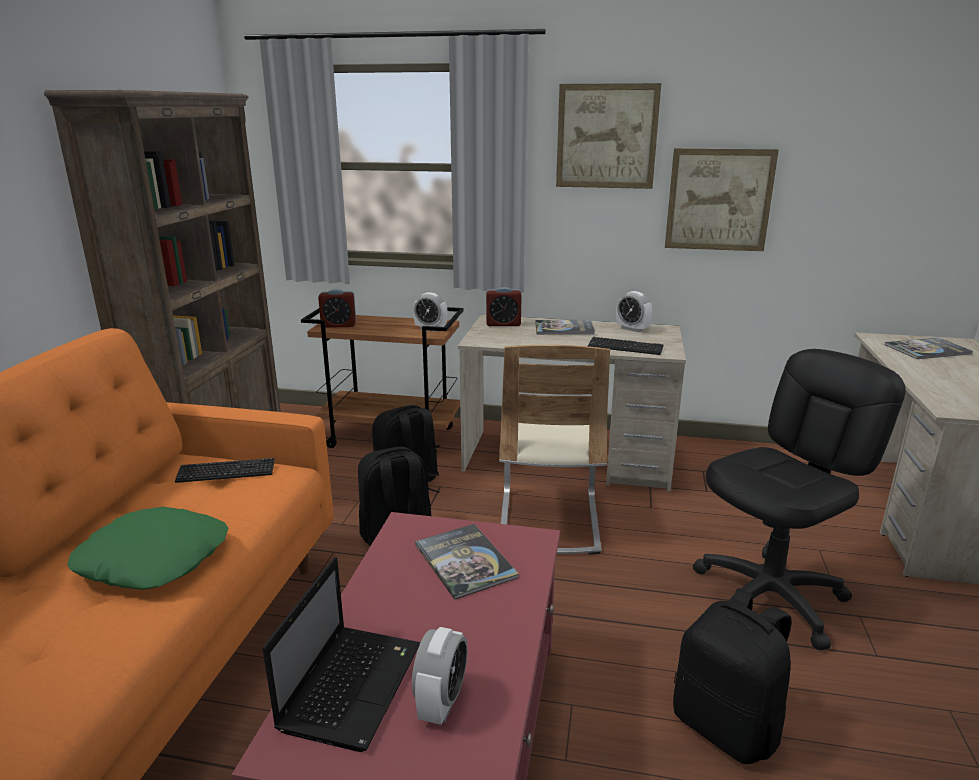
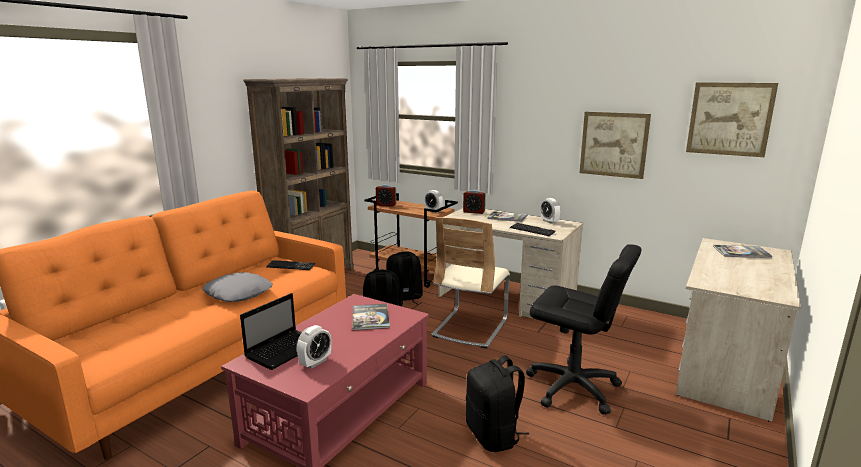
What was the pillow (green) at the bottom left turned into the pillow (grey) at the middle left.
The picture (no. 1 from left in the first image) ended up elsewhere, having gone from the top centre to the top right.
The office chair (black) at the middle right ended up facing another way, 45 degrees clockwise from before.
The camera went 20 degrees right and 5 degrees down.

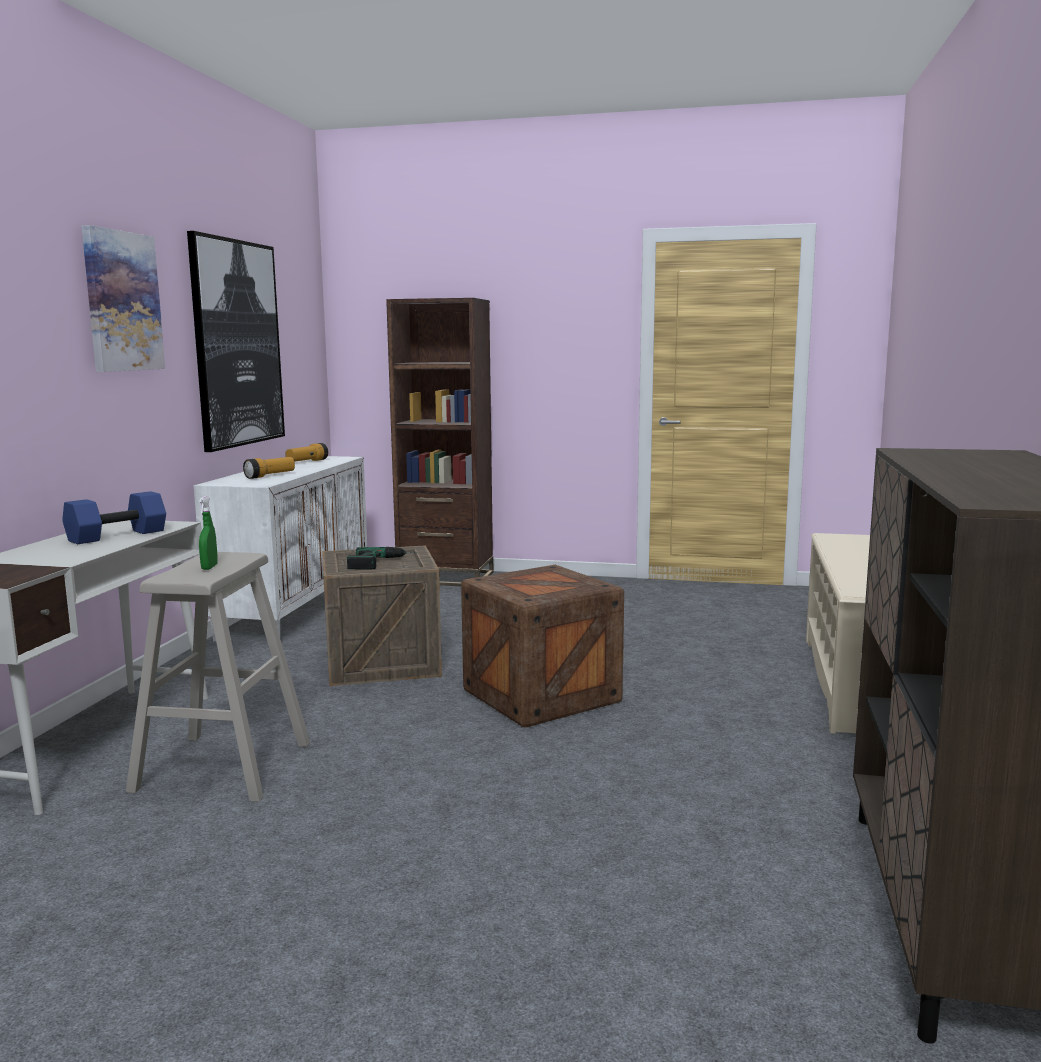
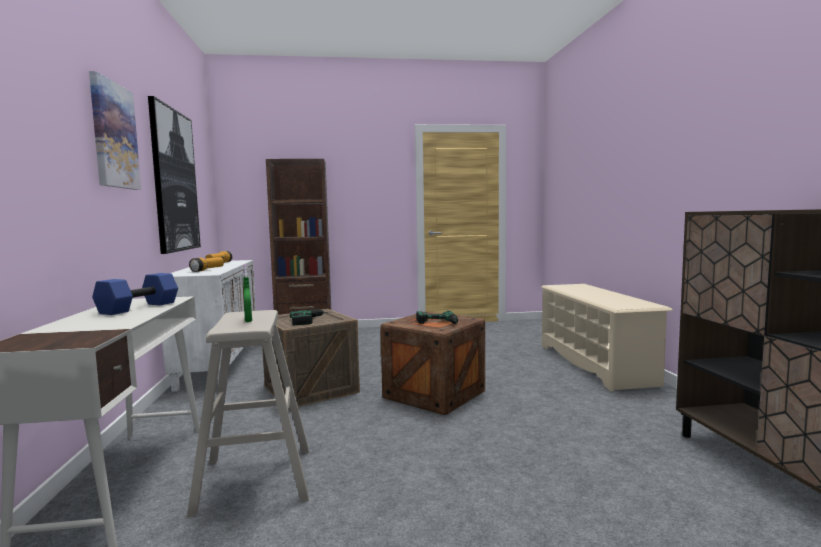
The second view gained the power drill (no. 2 from left) at the centre.
The camera went 20 degrees left and 5 degrees down.

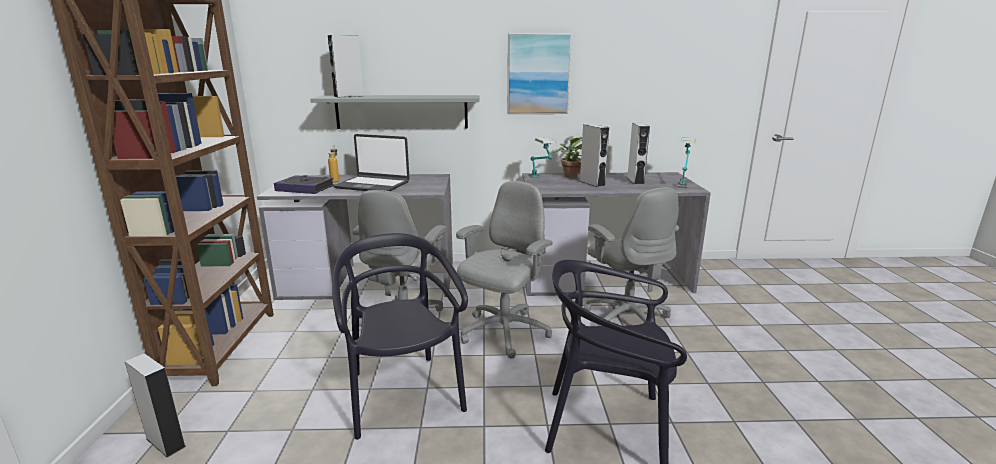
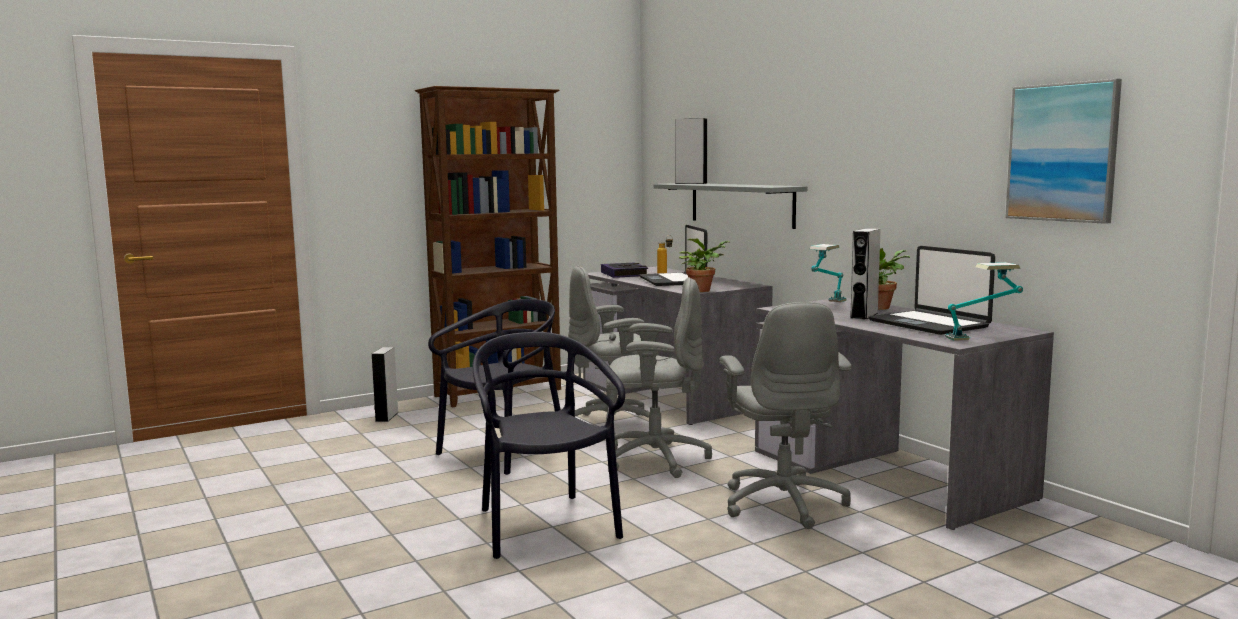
The picture ended up elsewhere, having gone from the top centre to the top right.
The office chair (grey) (no. 3 from left) at the centre ended up facing another way, 45 degrees counterclockwise from before.
Where the speaker (grey) (no. 4 from left) stood at the top centre, the laptop (no. 2 from left) came to stand at the middle right.
The second view gained the potted plant (no. 1 from left) at the centre.
The camera went 60 degrees right and 10 degrees down.

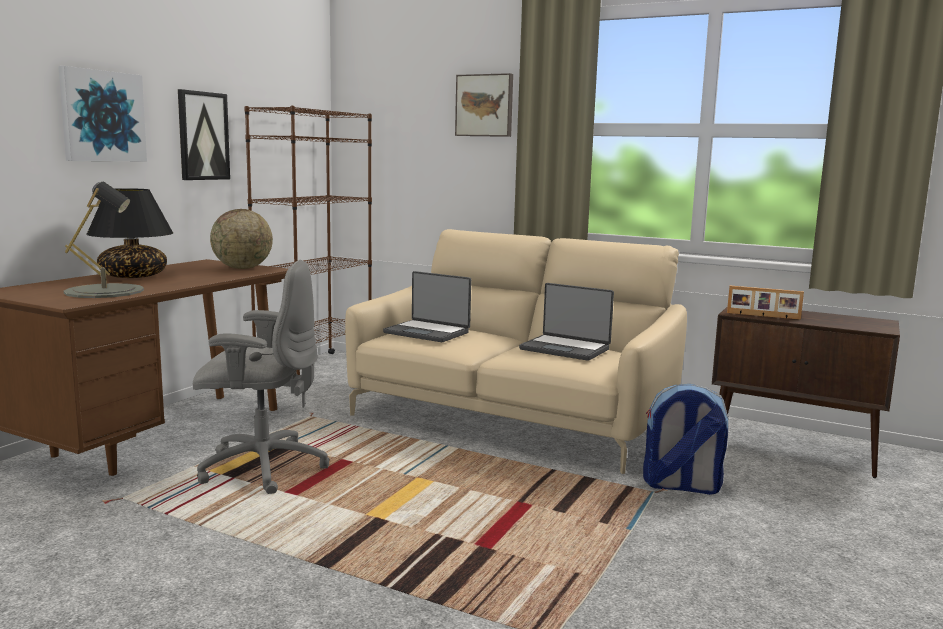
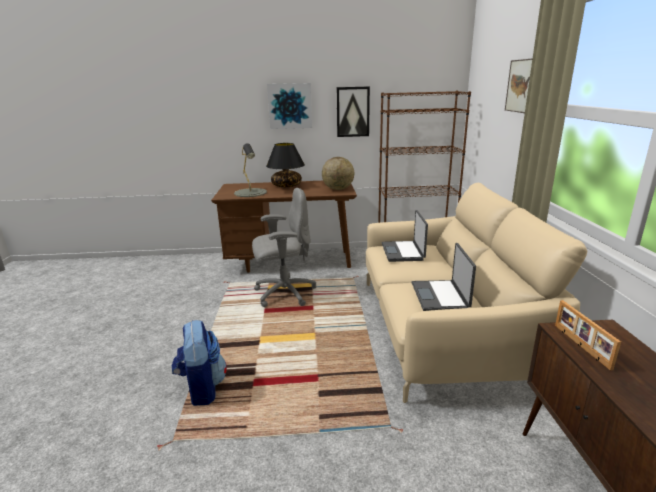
The office chair (grey) at the middle left ended up facing another way, 75 degrees counterclockwise from before.
The backpack ended up elsewhere, having gone from the bottom right to the bottom left.
The camera went 60 degrees right and 10 degrees up.

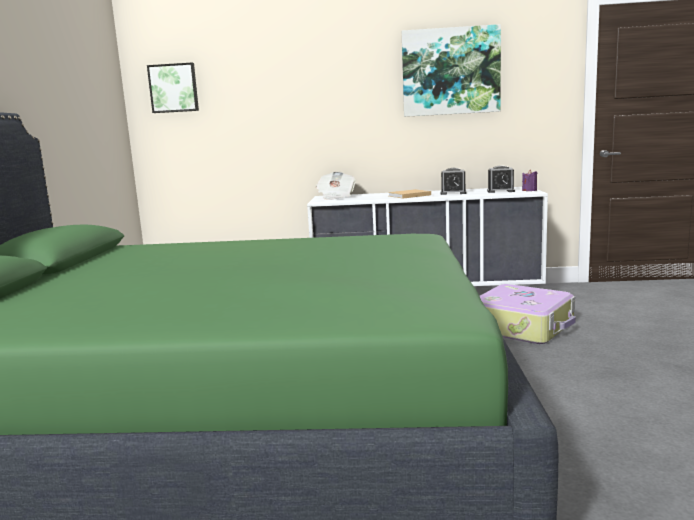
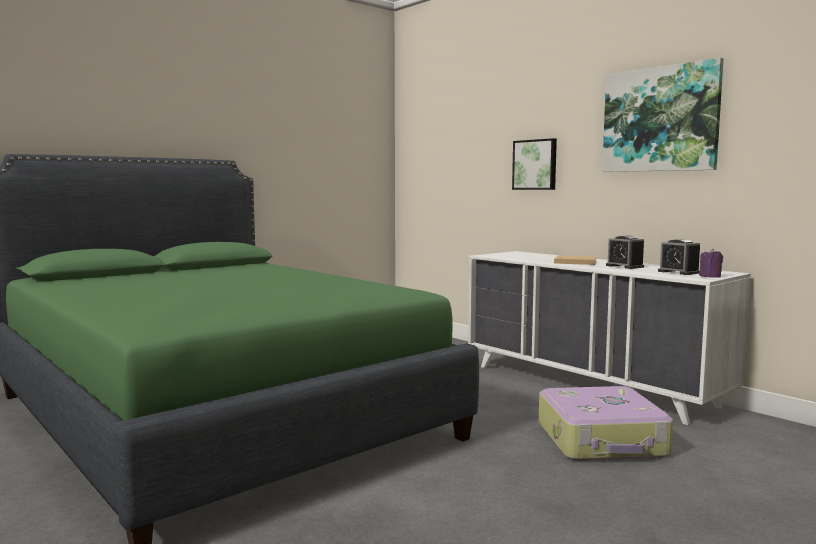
The picture (no. 1 from left) ended up elsewhere, having gone from the top left to the top centre.
The second view lost the newspaper at the centre.
The camera went 45 degrees right and 5 degrees down.

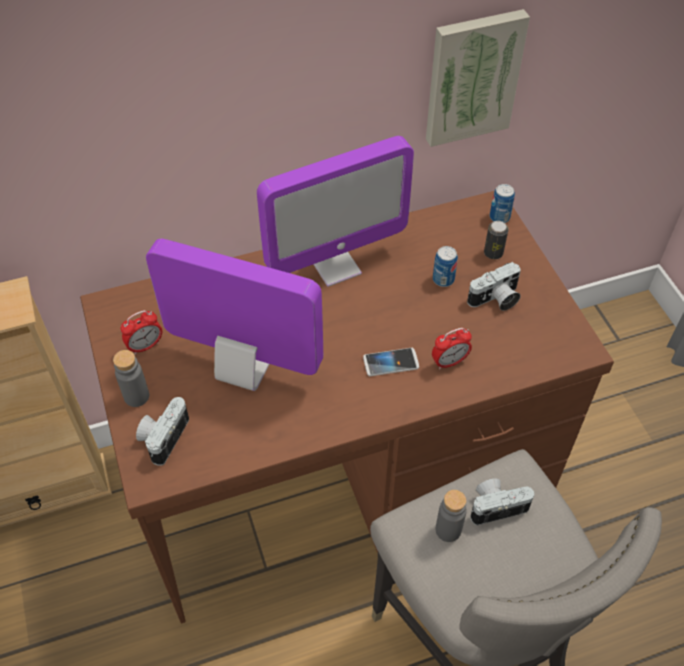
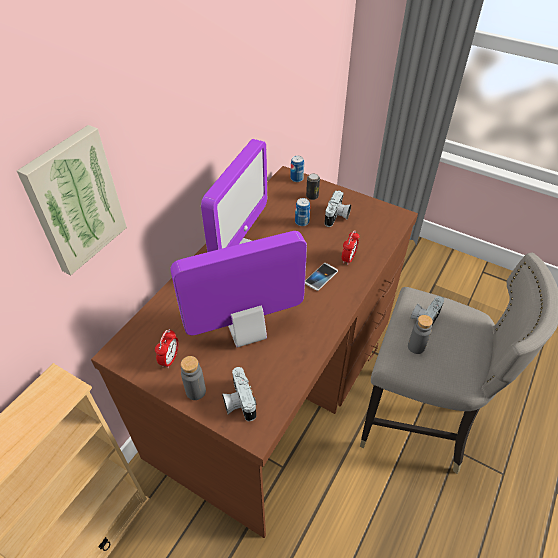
The picture ended up elsewhere, having gone from the top right to the middle left.
The camera went 40 degrees left and 5 degrees down.

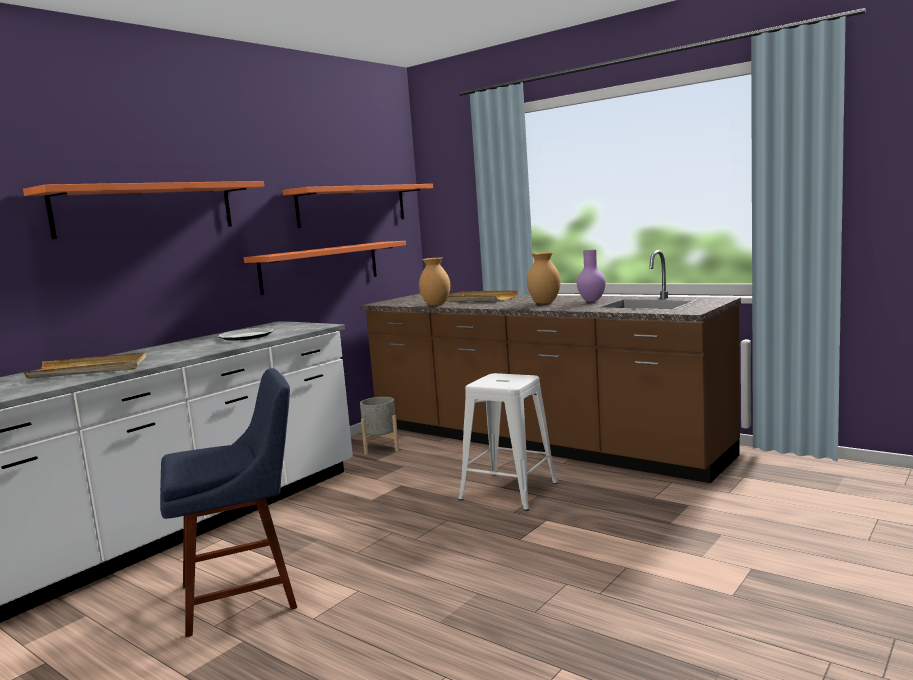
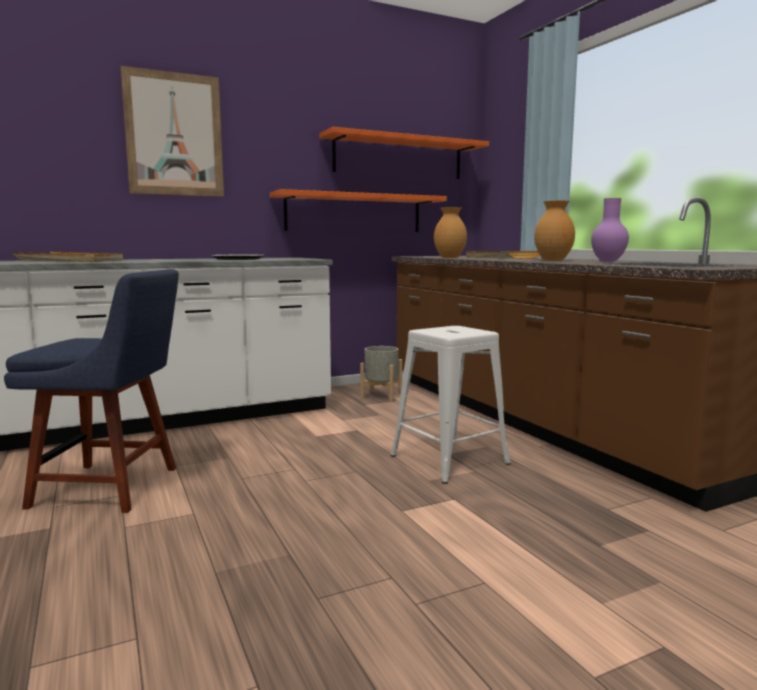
Where the shelf (orange) (no. 1 from left) hung at the top left, the picture came to hang at the top left.
The camera went 25 degrees right and 0 degrees up.

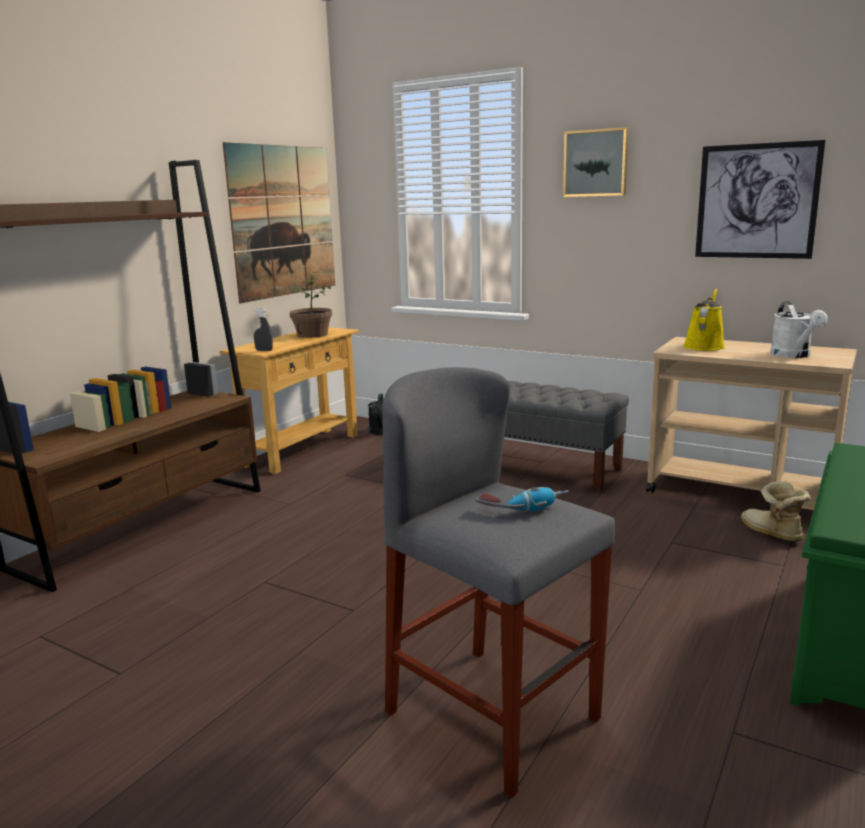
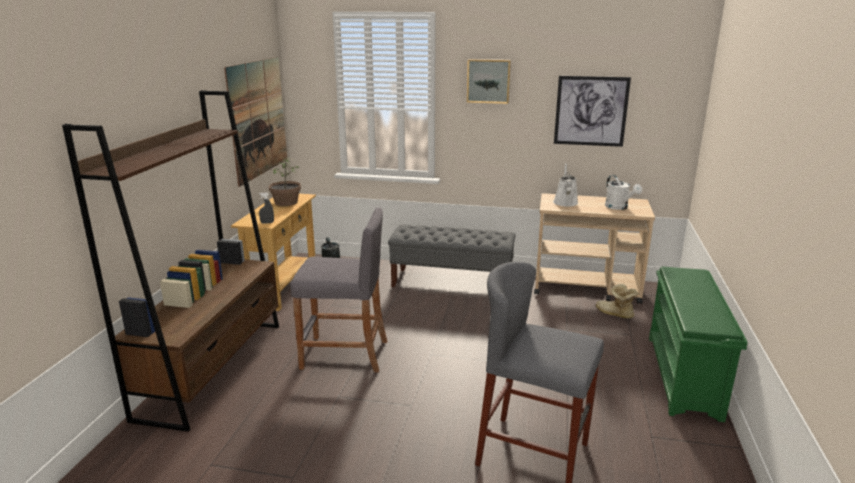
The second view lost the power drill at the centre.
What was the watering can (yellow) at the middle right turned into the watering can (white) (no. 1 from left) at the centre.
The second view gained the stool (grey) (no. 1 from left) at the centre.
The camera went 20 degrees left and 5 degrees up.

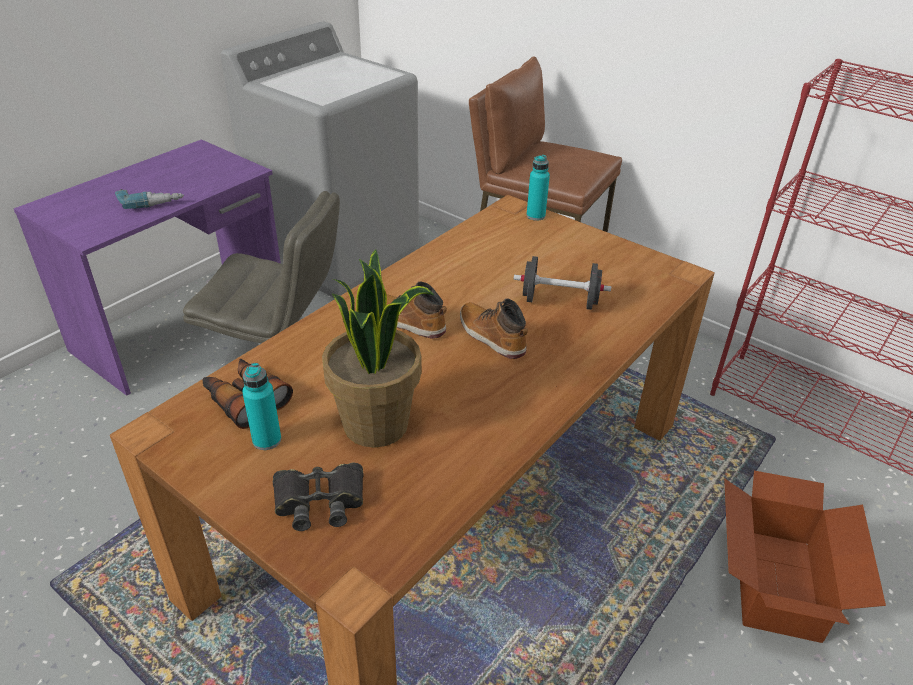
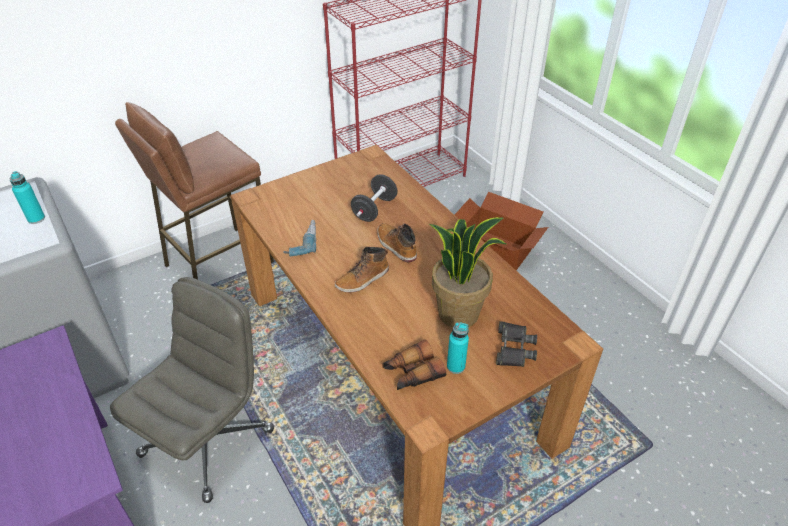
The power drill ended up elsewhere, having gone from the top left to the centre.
The boot (no. 2 from left) at the centre ended up facing another way, 75 degrees clockwise from before.
The bottle (turquoise) (no. 2 from left in the first image) ended up elsewhere, having gone from the top centre to the middle left.
The camera went 70 degrees left and 5 degrees up.

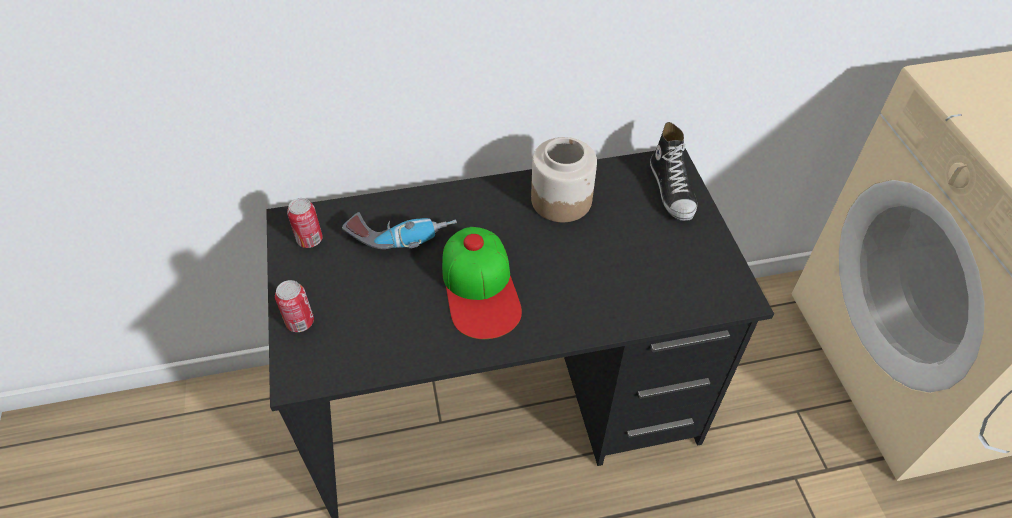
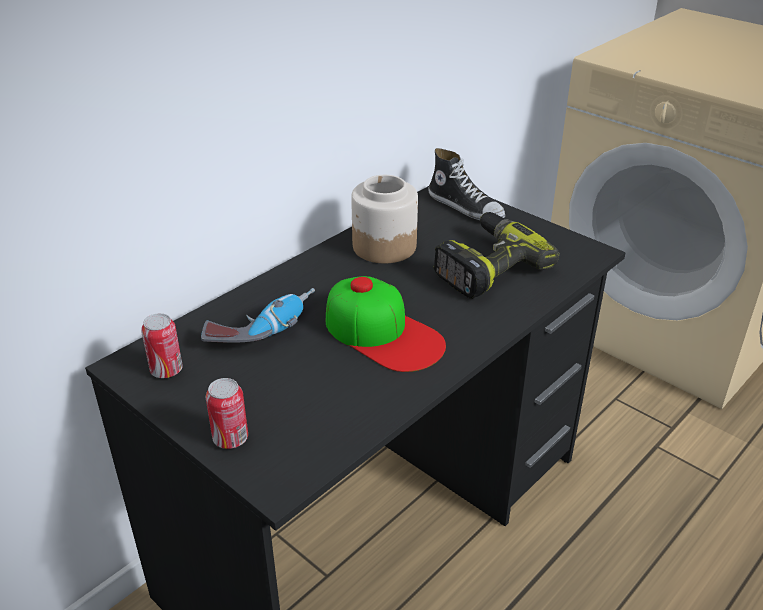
The second view gained the power drill (no. 2 from left) at the centre.
The camera went 35 degrees left and 15 degrees down.

